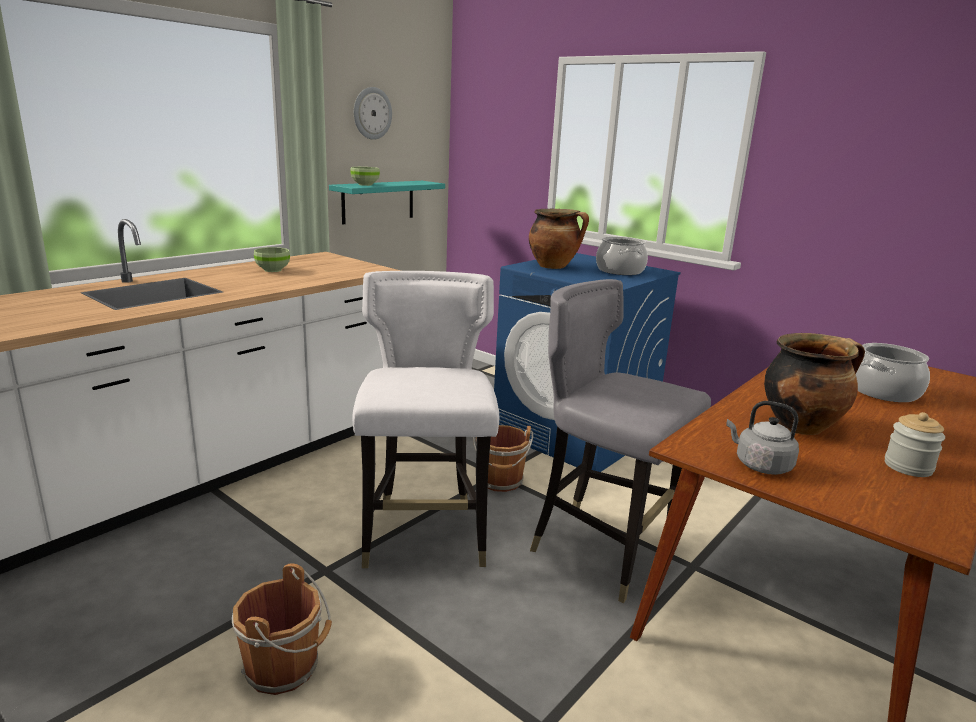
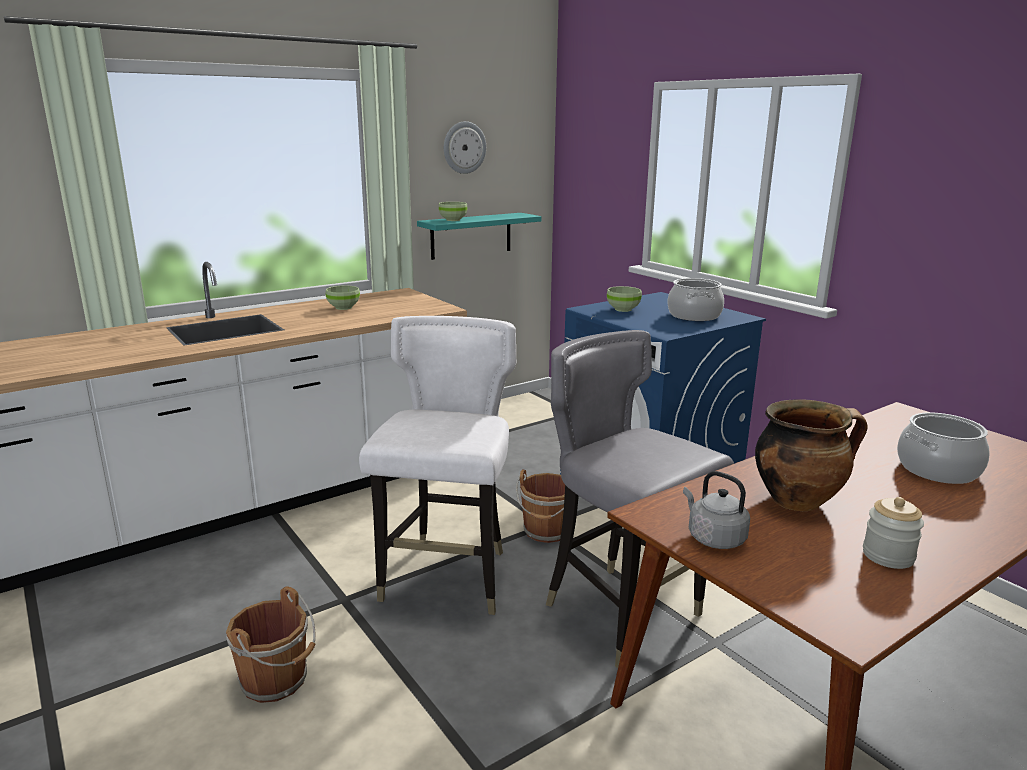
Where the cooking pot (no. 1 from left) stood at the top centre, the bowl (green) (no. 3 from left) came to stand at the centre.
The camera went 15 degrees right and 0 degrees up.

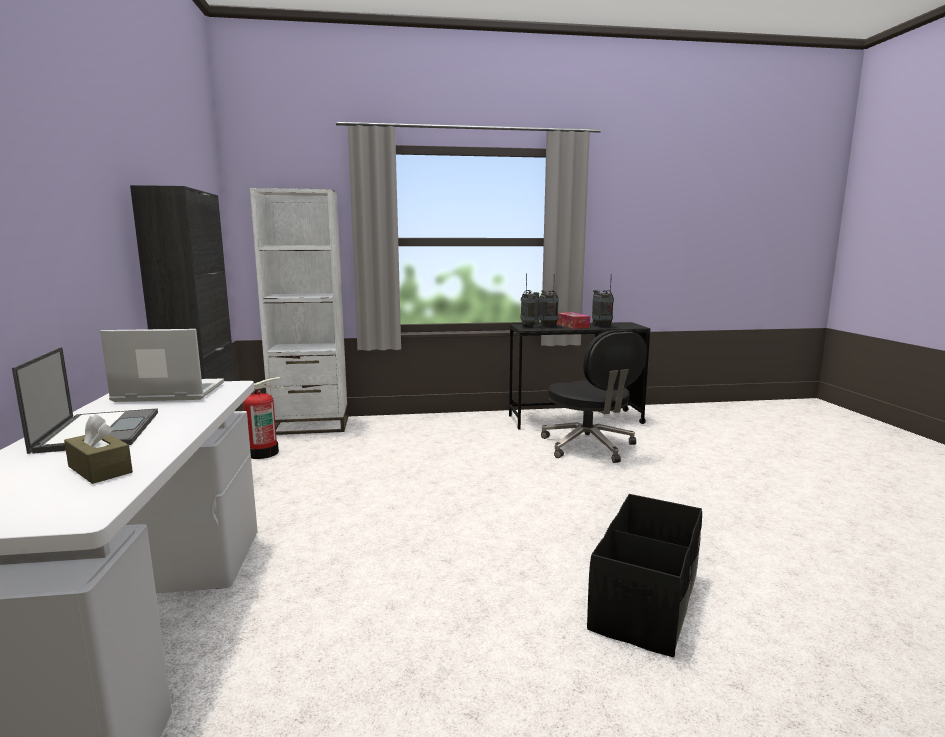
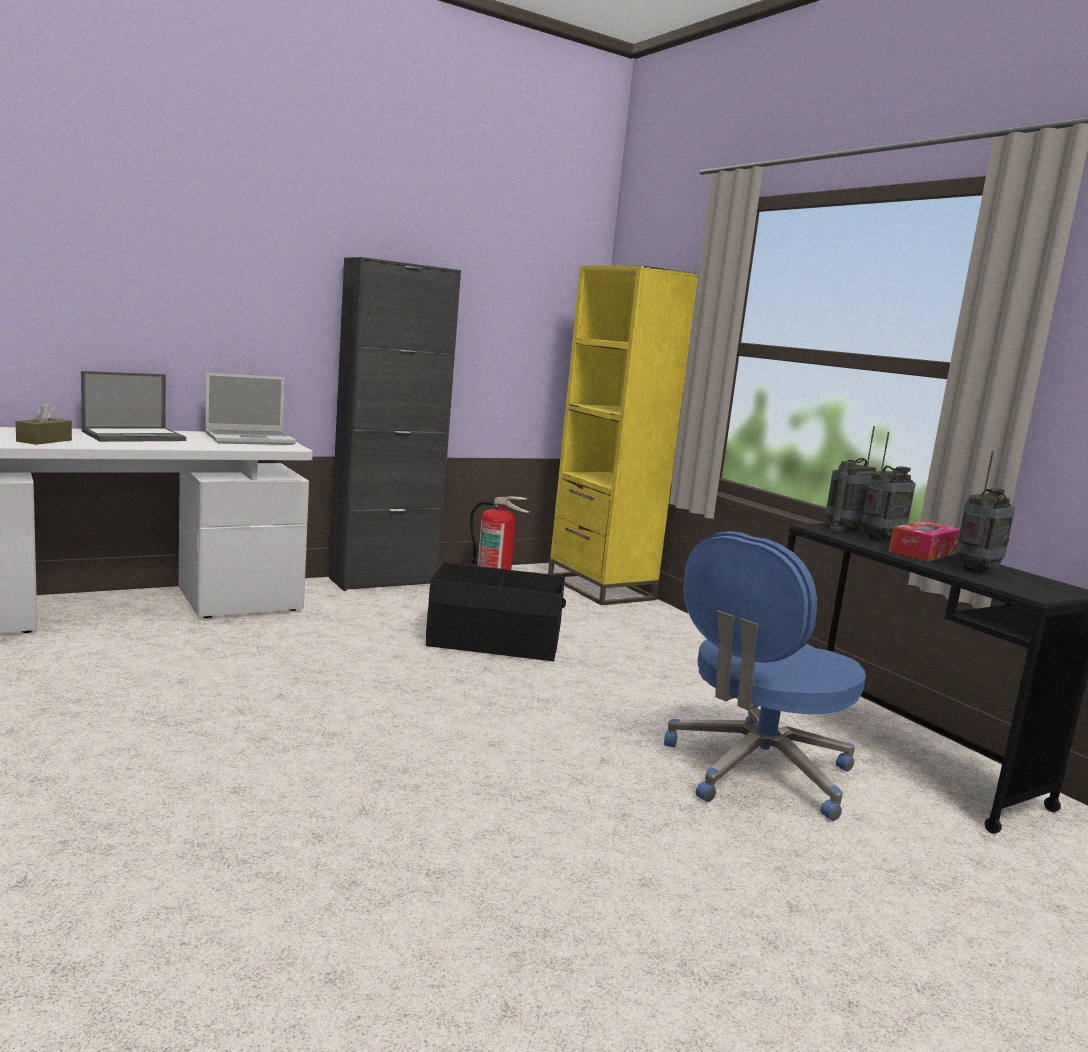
The laptop (no. 2 from left) at the middle left ended up facing another way, 90 degrees clockwise from before.
What was the bookcase (white) at the middle left turned into the bookcase (yellow) at the centre.
What was the office chair (black) at the centre turned into the office chair (blue) at the middle right.
The storage box (black) ended up elsewhere, having gone from the bottom right to the centre.
The camera went 65 degrees right and 0 degrees up.

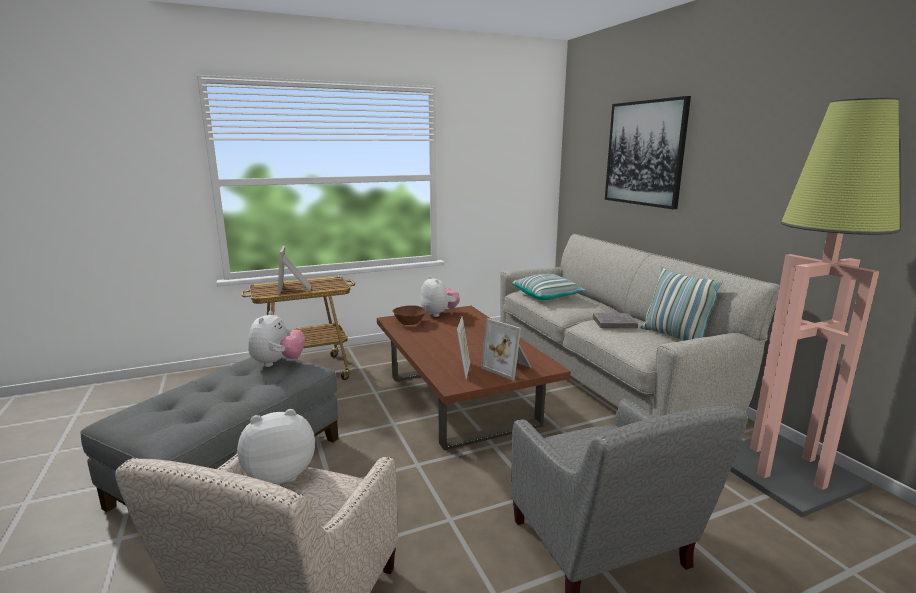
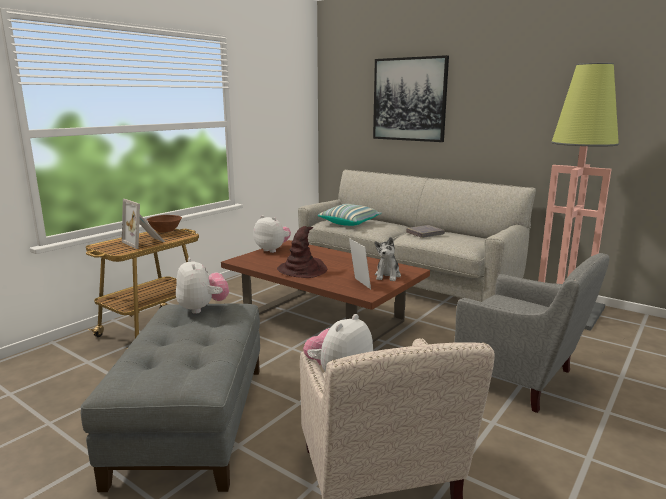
The bowl (brown) ended up elsewhere, having gone from the centre to the middle left.
Where the picture frame (no. 3 from left) stood at the centre, the plush toy (no. 4 from left) came to stand at the centre.
The second view lost the pillow (no. 2 from left) at the middle right.
The second view gained the hat (brown) at the centre.
The camera went 30 degrees left and 0 degrees up.

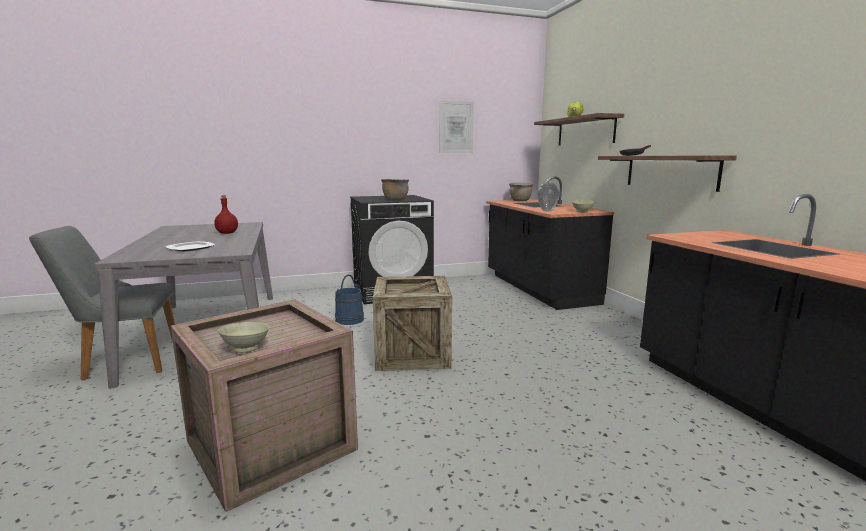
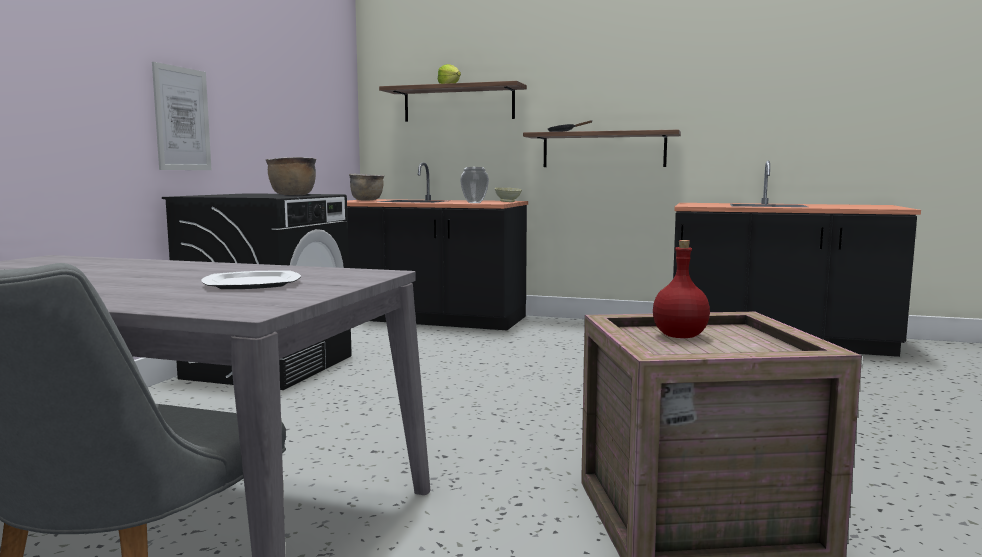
The bottle (red) ended up elsewhere, having gone from the middle left to the middle right.
The second view lost the bowl (beige) (no. 1 from left) at the middle left.
The second view lost the bucket (blue) at the centre.
The second view lost the crate (no. 2 from left) at the centre.
The picture ended up elsewhere, having gone from the top centre to the top left.
The camera went 55 degrees left and 5 degrees down.

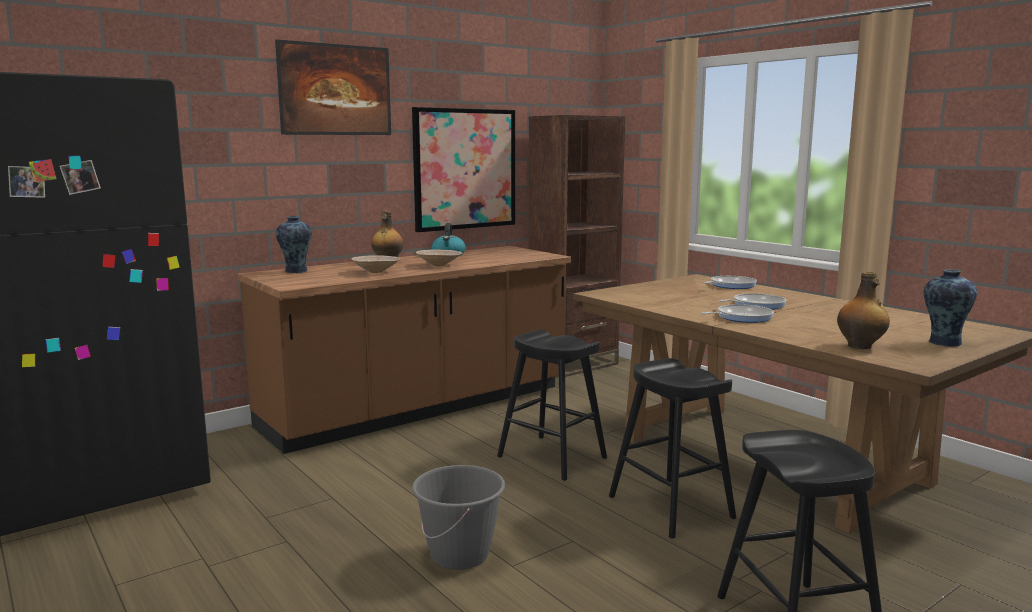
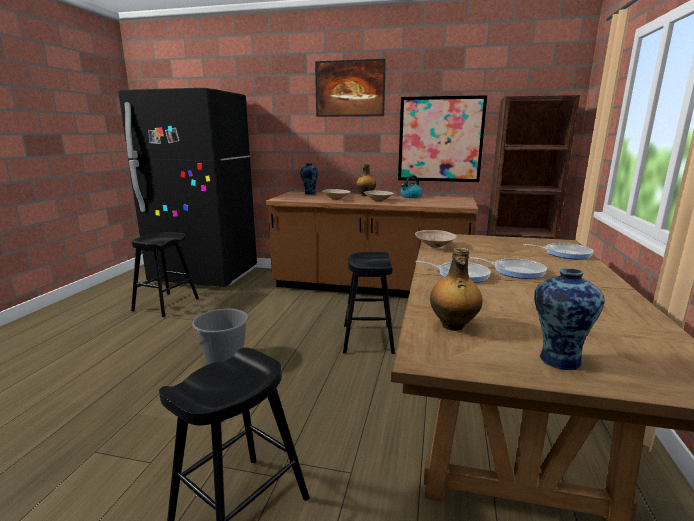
The stool (black) (no. 2 from left in the first image) ended up elsewhere, having gone from the bottom centre to the middle left.
The second view gained the bowl (beige) (no. 3 from left) at the centre.
The camera went 50 degrees right and 5 degrees up.

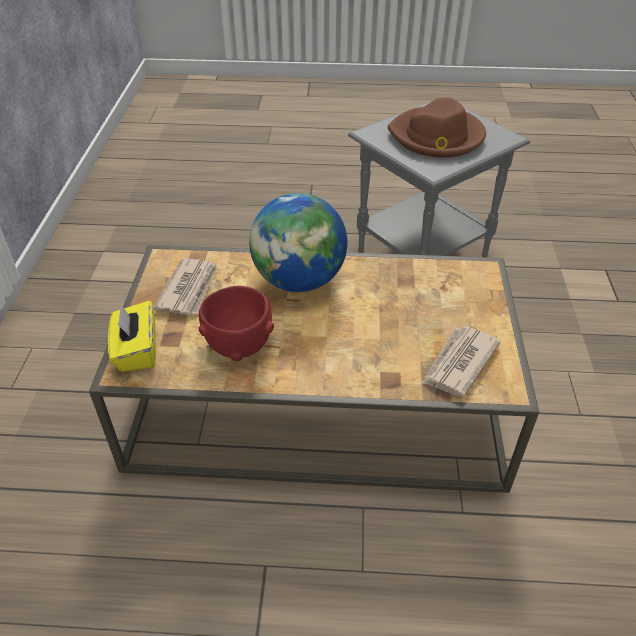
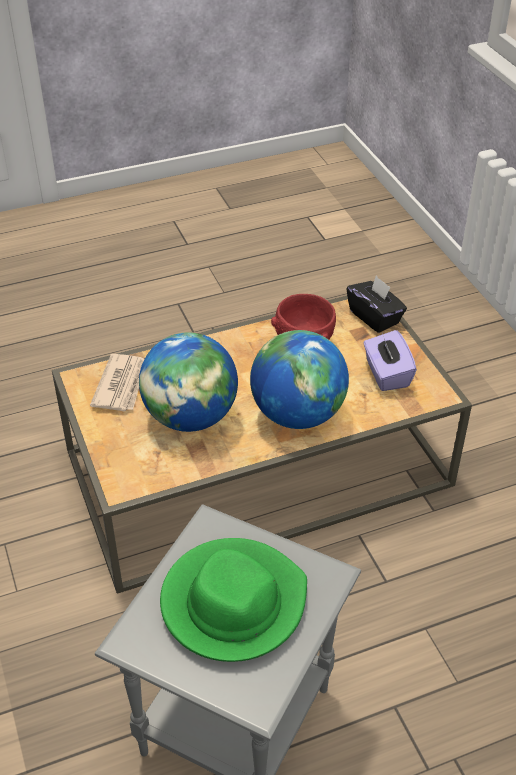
What was the tissue box (yellow) at the middle left turned into the tissue box (black) at the middle right.
Where the newspaper (no. 1 from left) stood at the middle left, the tissue box (purple) came to stand at the middle right.
What was the hat (brown) at the top right turned into the hat (green) at the bottom centre.
The second view gained the globe (no. 1 from left) at the centre.
The camera went 155 degrees right and 0 degrees up.

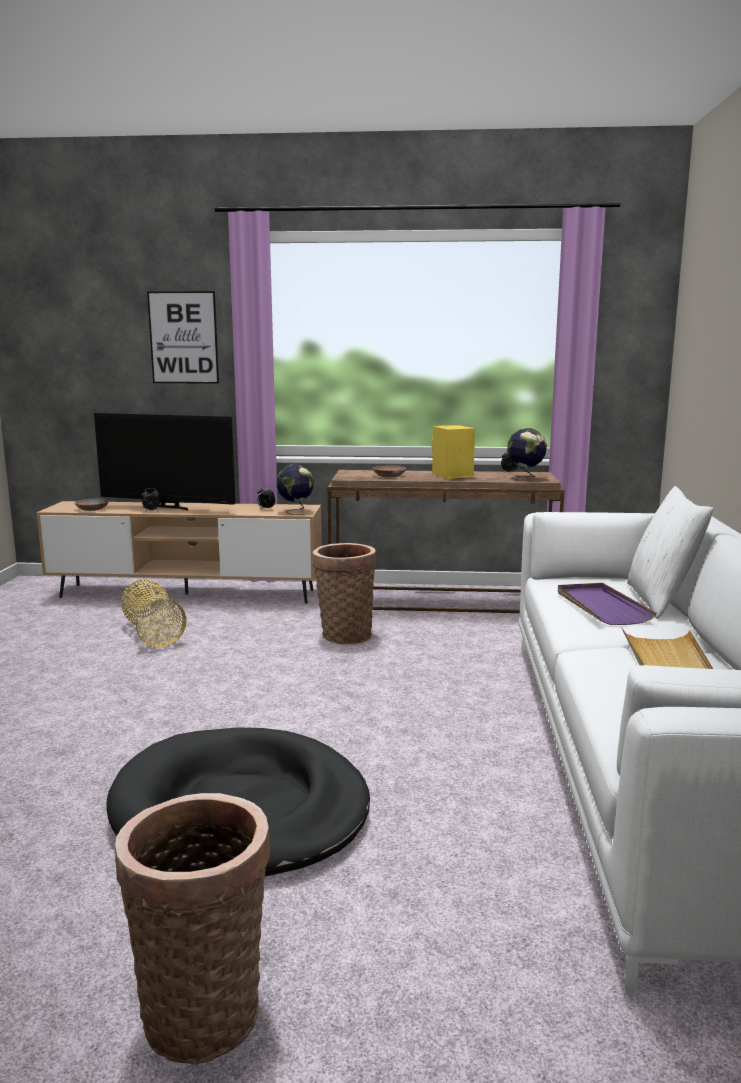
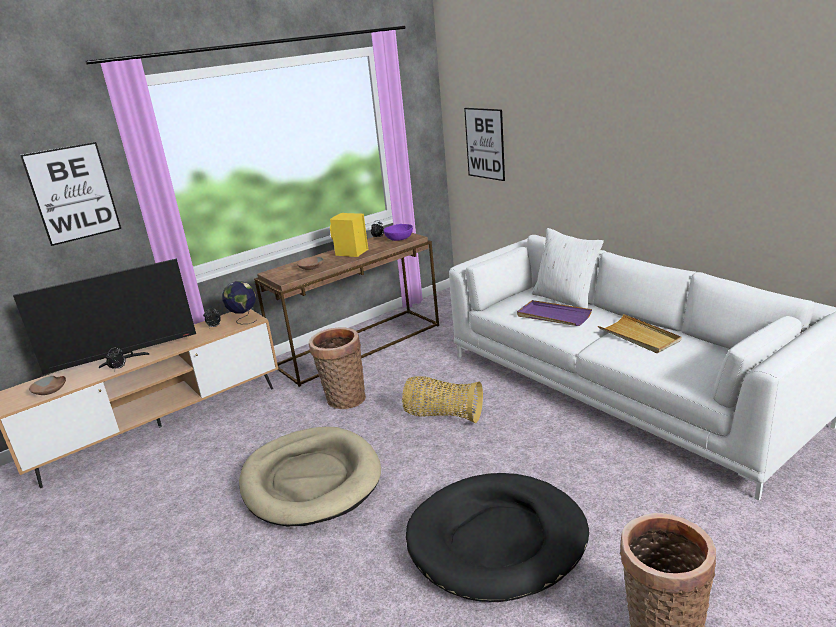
The basket (no. 1 from left in the first image) ended up elsewhere, having gone from the middle left to the centre.
Where the globe (no. 2 from left) stood at the middle right, the bowl (purple) came to stand at the centre.
The second view gained the dog bed (beige) at the bottom centre.
The second view gained the picture (no. 2 from left) at the top centre.
The camera went 40 degrees left and 10 degrees up.

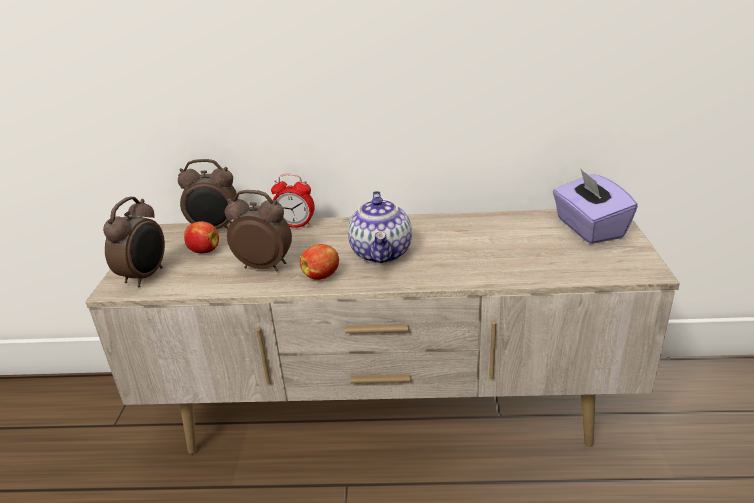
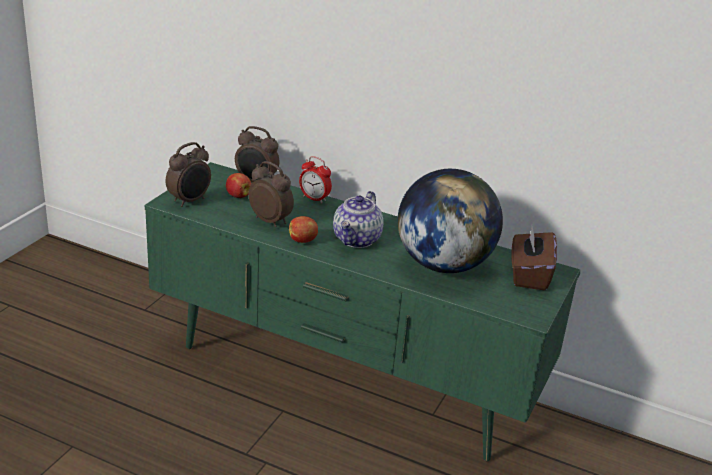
What was the tv stand (beige) at the centre turned into the tv stand (green) at the centre.
What was the tissue box (purple) at the middle right turned into the tissue box (brown) at the middle right.
The second view gained the globe at the centre.
The camera went 20 degrees right and 0 degrees up.

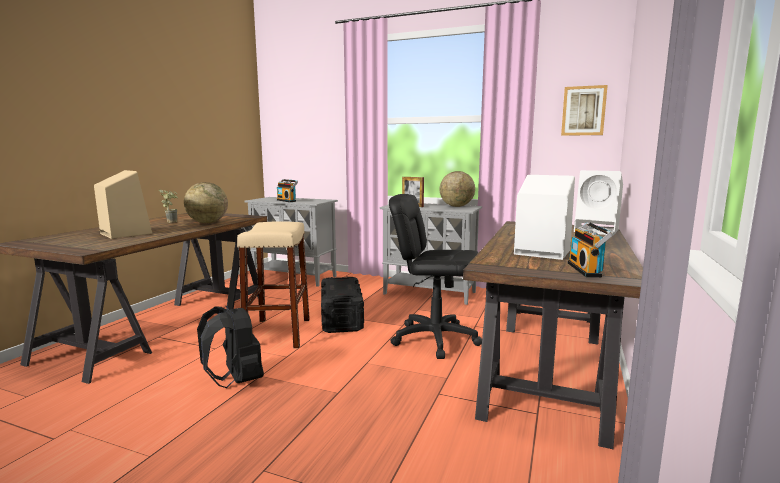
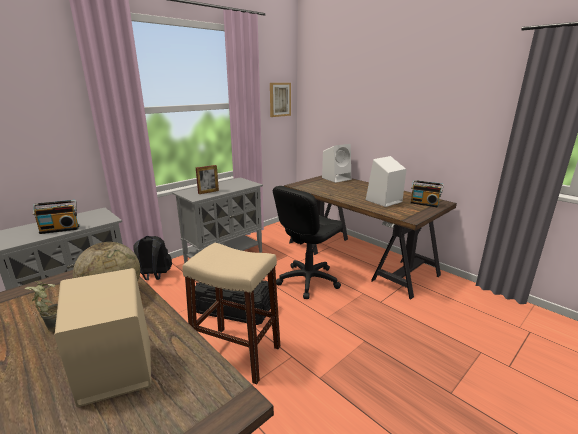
The backpack (black) ended up elsewhere, having gone from the bottom left to the middle left.
The second view lost the globe (no. 2 from left) at the centre.
The camera went 65 degrees left and 10 degrees up.

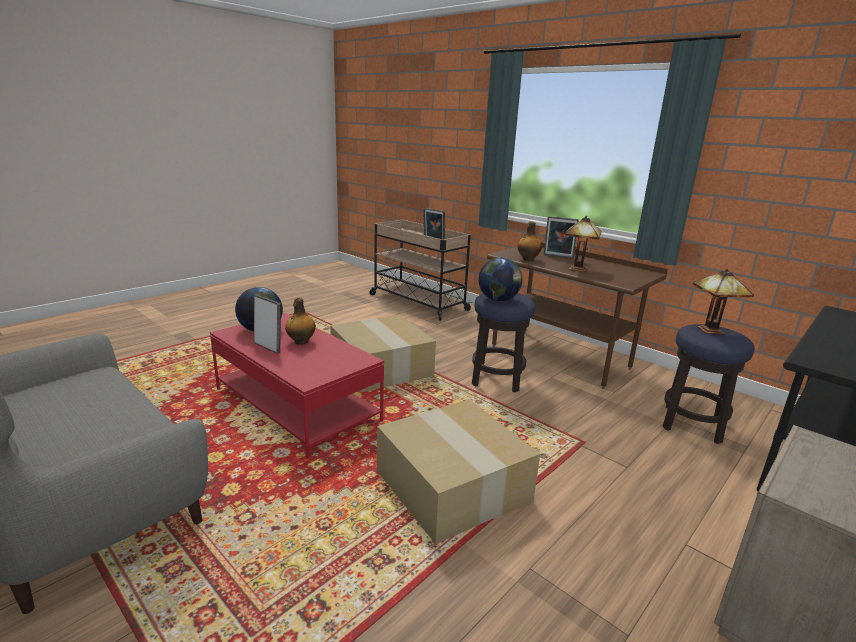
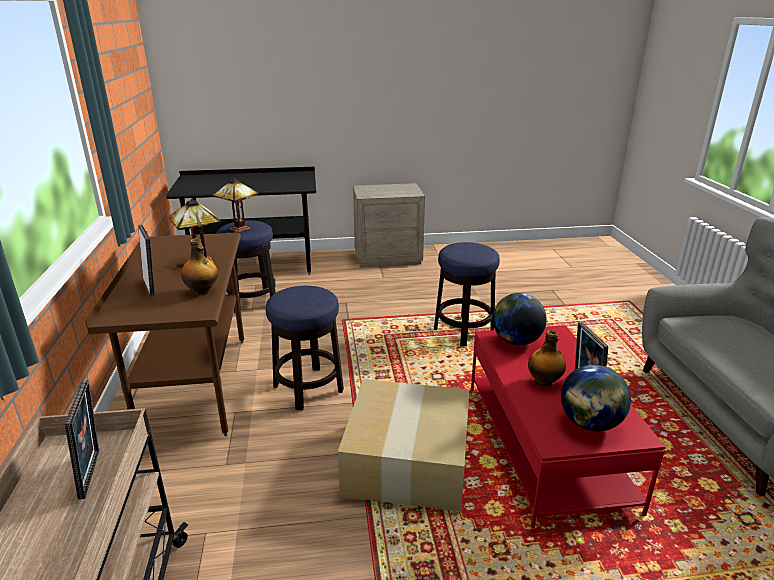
Where the cardboard box (no. 2 from left) stood at the bottom centre, the stool (no. 3 from left) came to stand at the centre.
The globe (no. 2 from left in the first image) ended up elsewhere, having gone from the centre to the middle right.
The camera went 140 degrees left and 5 degrees up.

